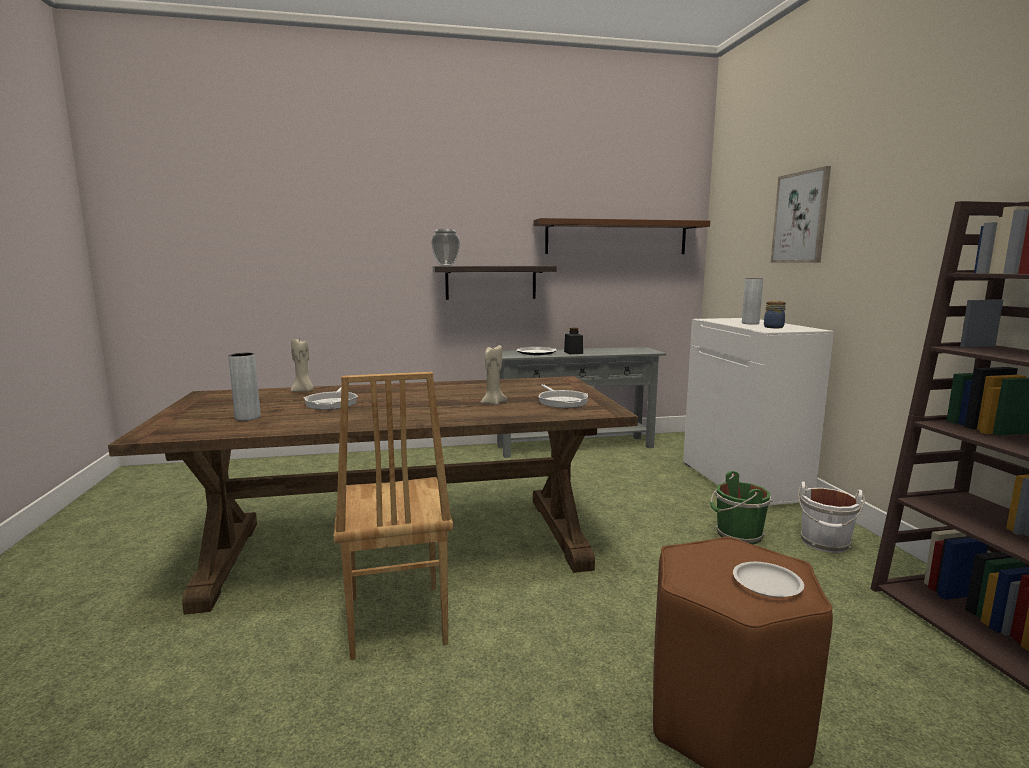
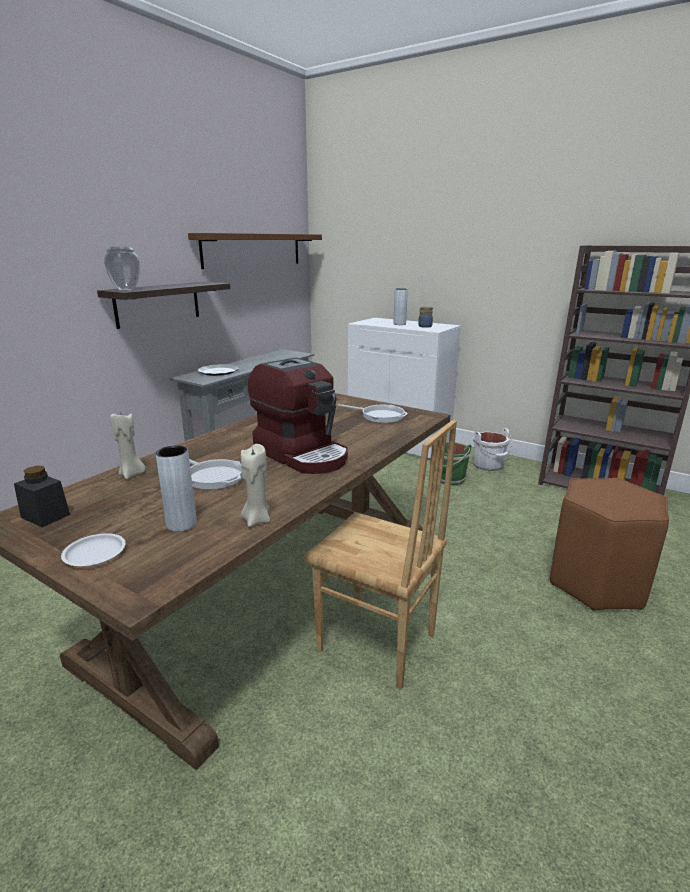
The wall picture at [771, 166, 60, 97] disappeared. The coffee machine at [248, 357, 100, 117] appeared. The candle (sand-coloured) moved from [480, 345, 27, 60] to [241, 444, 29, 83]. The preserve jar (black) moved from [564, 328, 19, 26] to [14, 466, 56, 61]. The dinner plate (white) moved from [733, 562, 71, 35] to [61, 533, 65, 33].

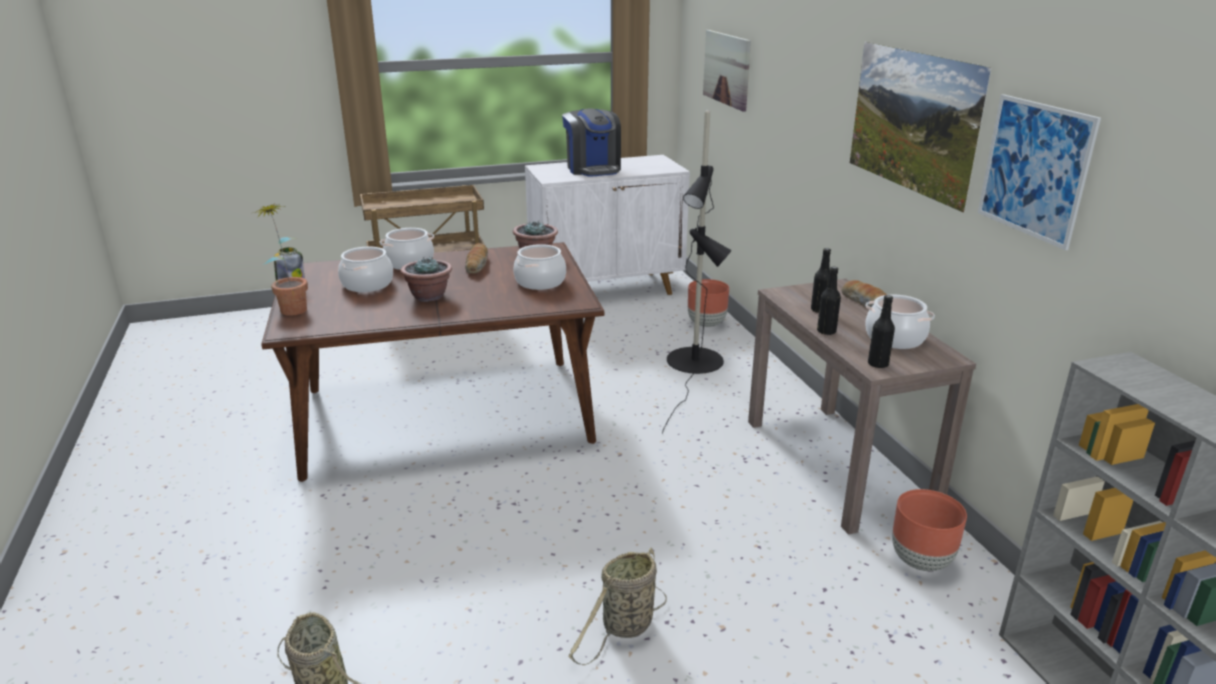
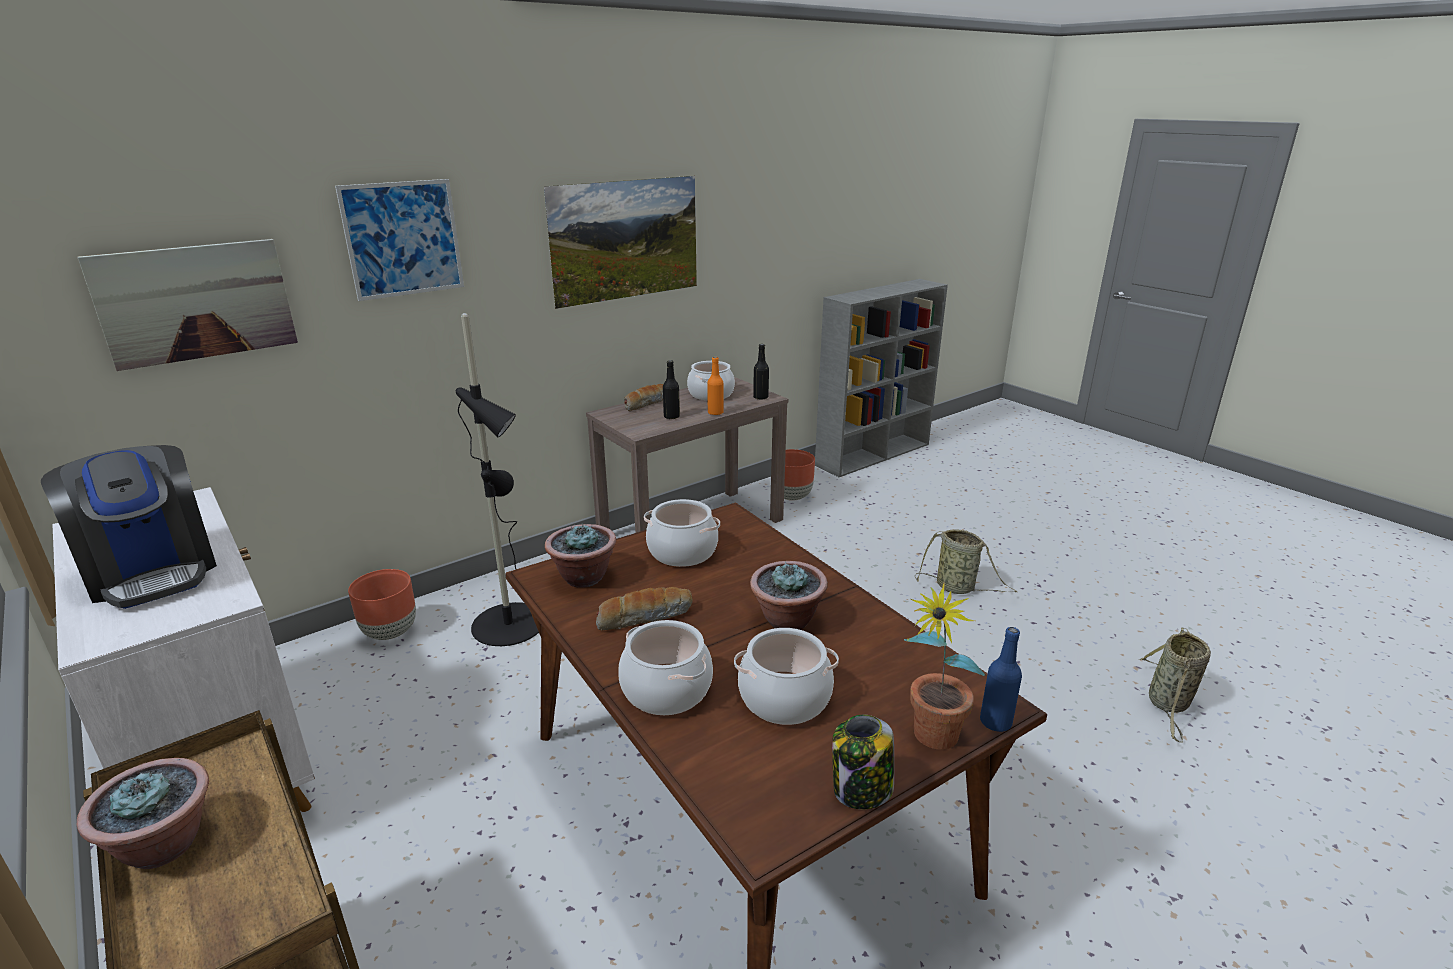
The potted plant at [77, 758, 132, 111] appeared. The drink bottle (blue) at [980, 627, 42, 105] appeared. The wall picture moved from [978, 94, 123, 156] to [335, 179, 129, 122]. The drink bottle (black) at [817, 266, 24, 69] became the drink bottle (orange) at [707, 357, 17, 58]. The coffee machine at [562, 108, 59, 69] turned 90 degrees clockwise.

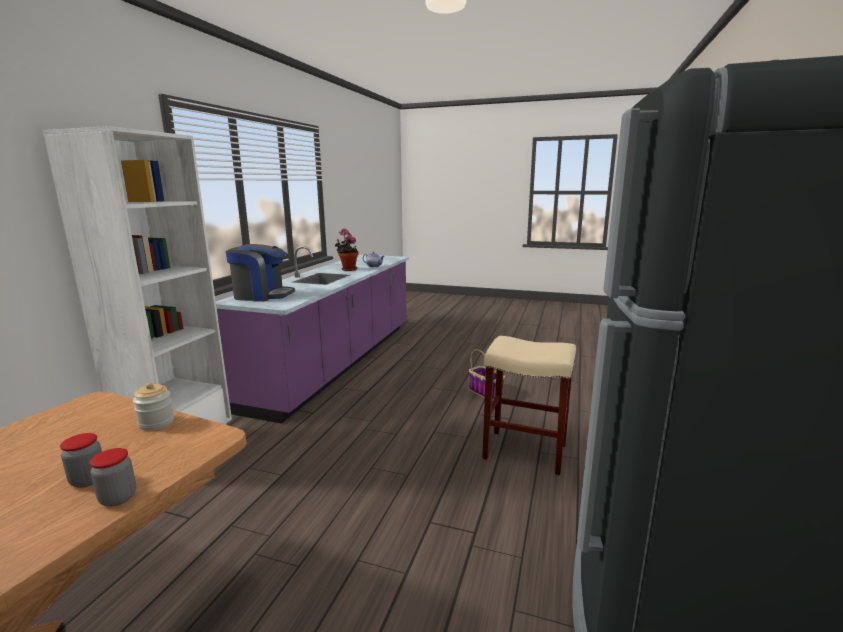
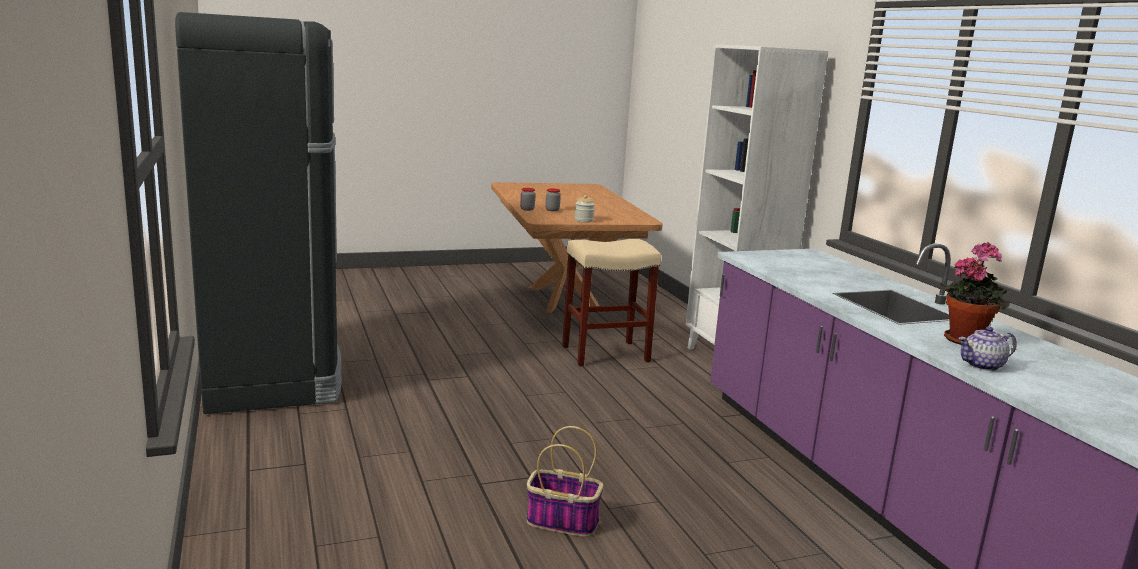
The coffee machine at [226, 244, 69, 58] disappeared. The stool seat (sand-coloured) moved from [482, 336, 94, 139] to [562, 239, 99, 128].

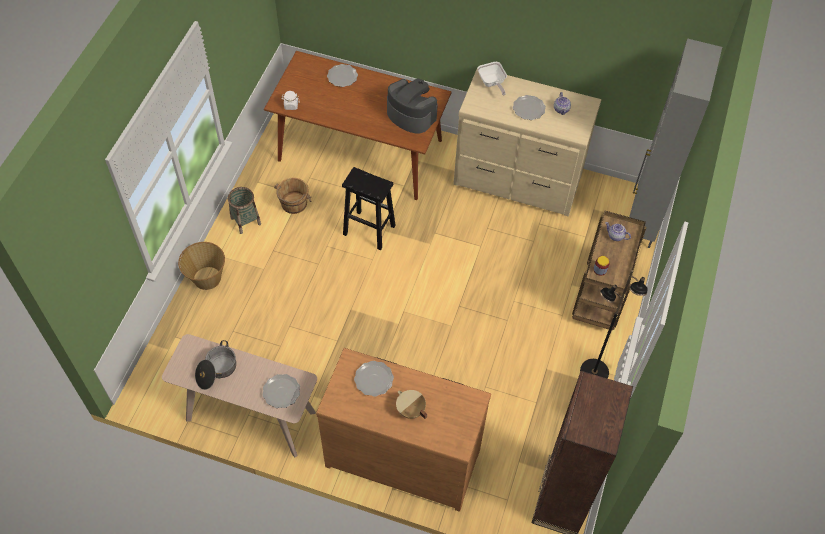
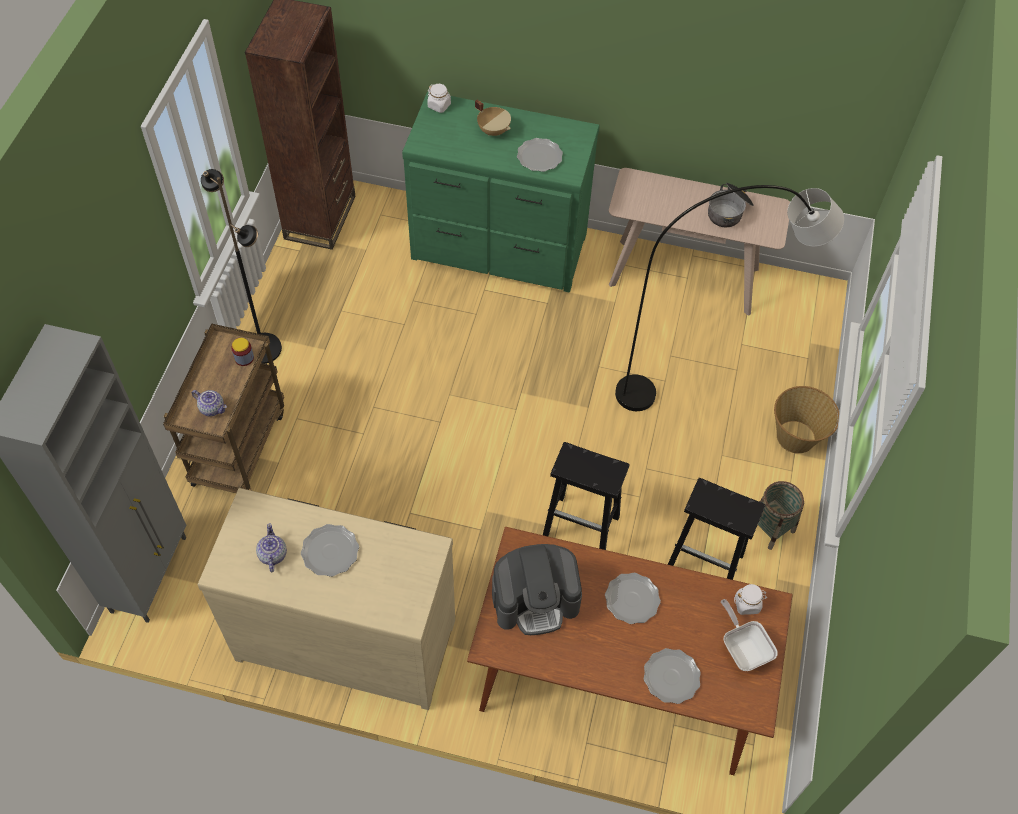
The preserve jar (white) at [427, 84, 24, 29] appeared. The standing lamp (gray) at [615, 185, 229, 226] appeared. The dinner plate moved from [263, 374, 37, 34] to [605, 573, 56, 51]. The pan moved from [477, 62, 30, 34] to [721, 599, 57, 72]. The water bucket (brownish) at [274, 178, 38, 36] was replaced by the stool seat (black) at [668, 478, 97, 102]. The dresser (brownish) at [316, 348, 175, 164] became the dresser (green) at [402, 91, 198, 202]. The coffee machine at [387, 78, 51, 56] turned 45 degrees counterclockwise.

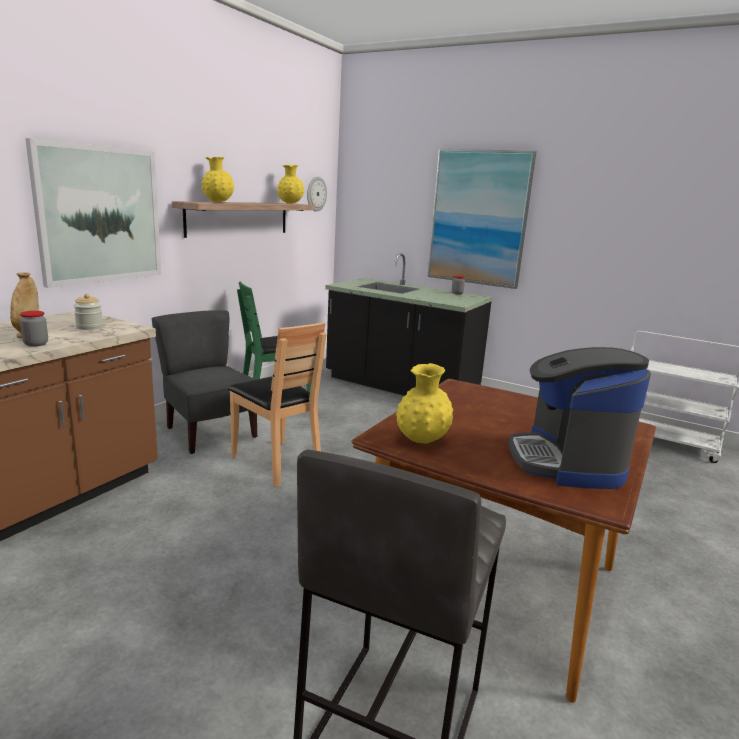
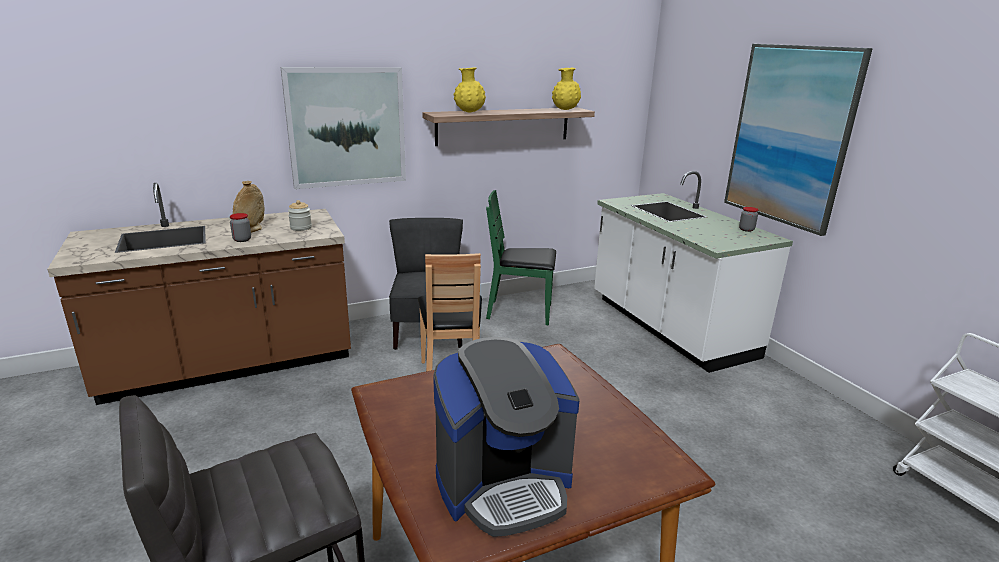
The clock on the wall at [307, 177, 20, 35] disappeared. The flower vase (yellowish) at [396, 363, 57, 80] disappeared. The kitchen base unit (black) at [325, 253, 168, 143] became the kitchen base unit (white) at [594, 171, 199, 202]. The coffee machine at [508, 347, 143, 142] turned 150 degrees counterclockwise.

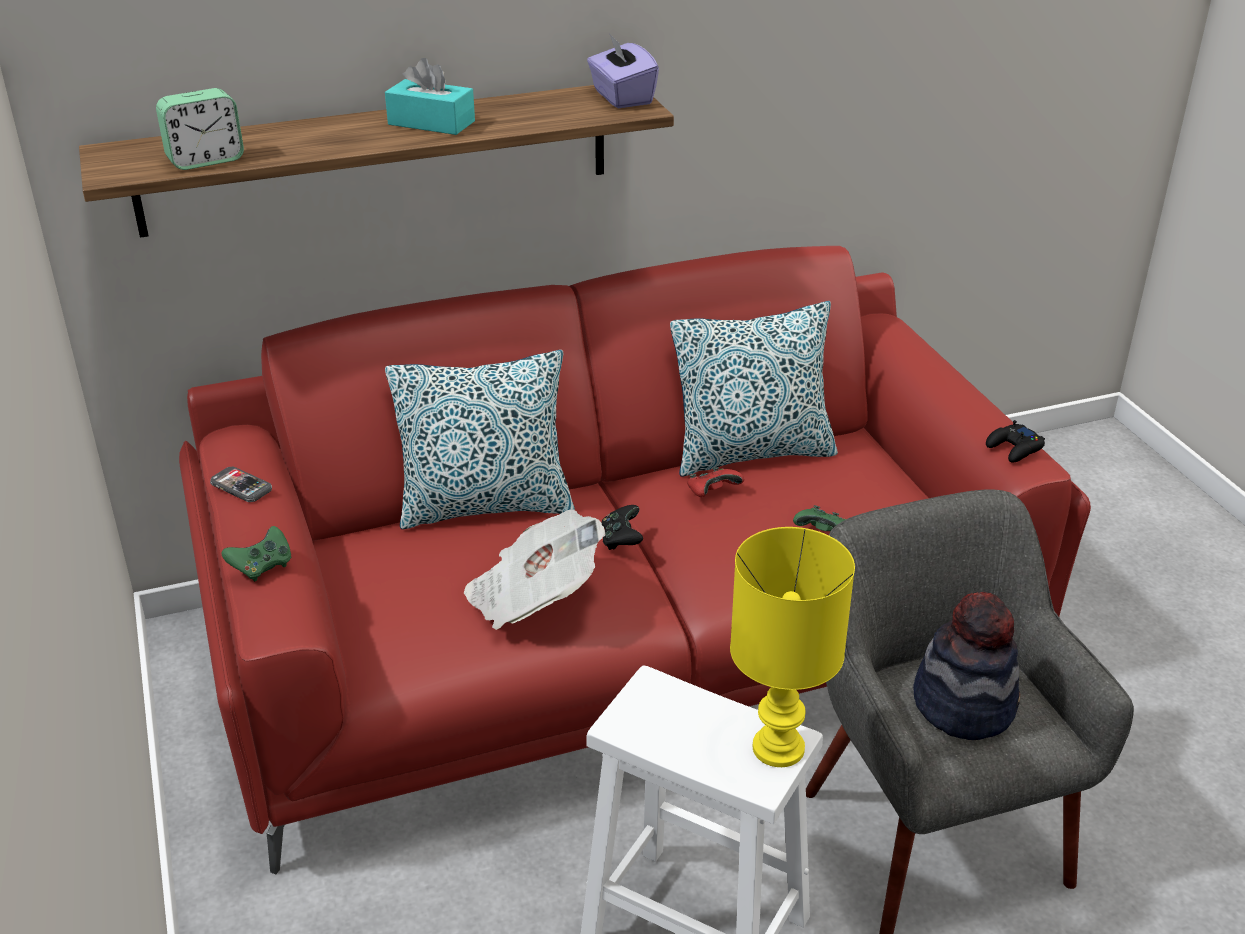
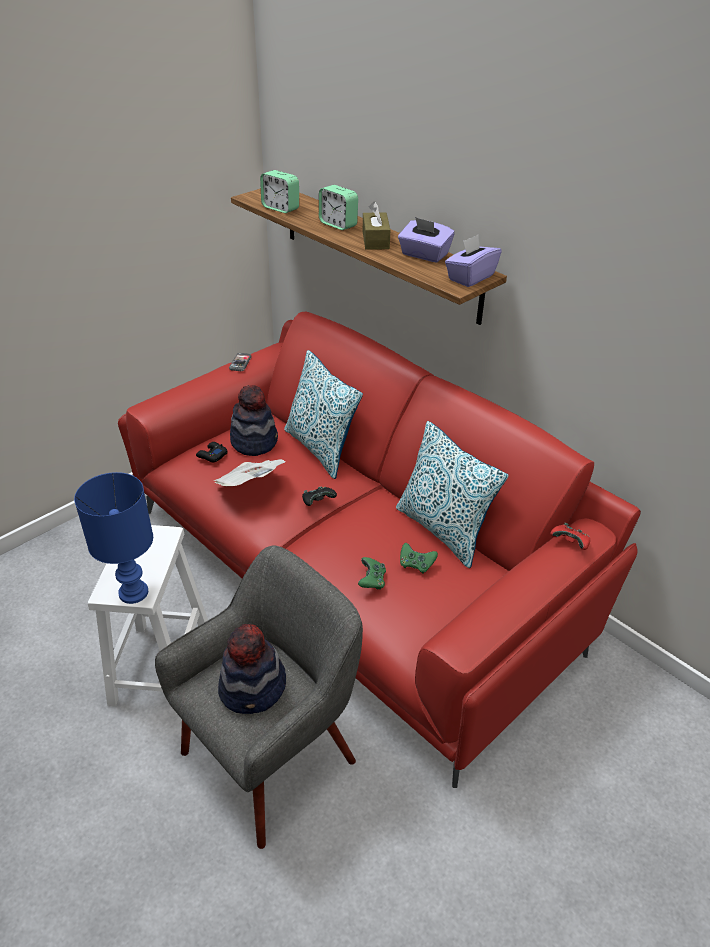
The hat at [230, 385, 48, 71] appeared. The alarm clock at [319, 185, 39, 45] appeared. The tissue box (purple) at [398, 217, 57, 46] appeared. The game controller (green) moved from [221, 526, 70, 56] to [400, 543, 38, 31]. The game controller (red) moved from [687, 467, 57, 30] to [550, 523, 40, 27]. The game controller (black) moved from [986, 420, 59, 43] to [196, 442, 32, 21]. The tissue box (turquoise) at [385, 58, 90, 77] became the tissue box (brownish) at [363, 201, 27, 49]. The table lamp (yellowish) at [730, 527, 125, 240] became the table lamp (blue) at [74, 472, 79, 132].

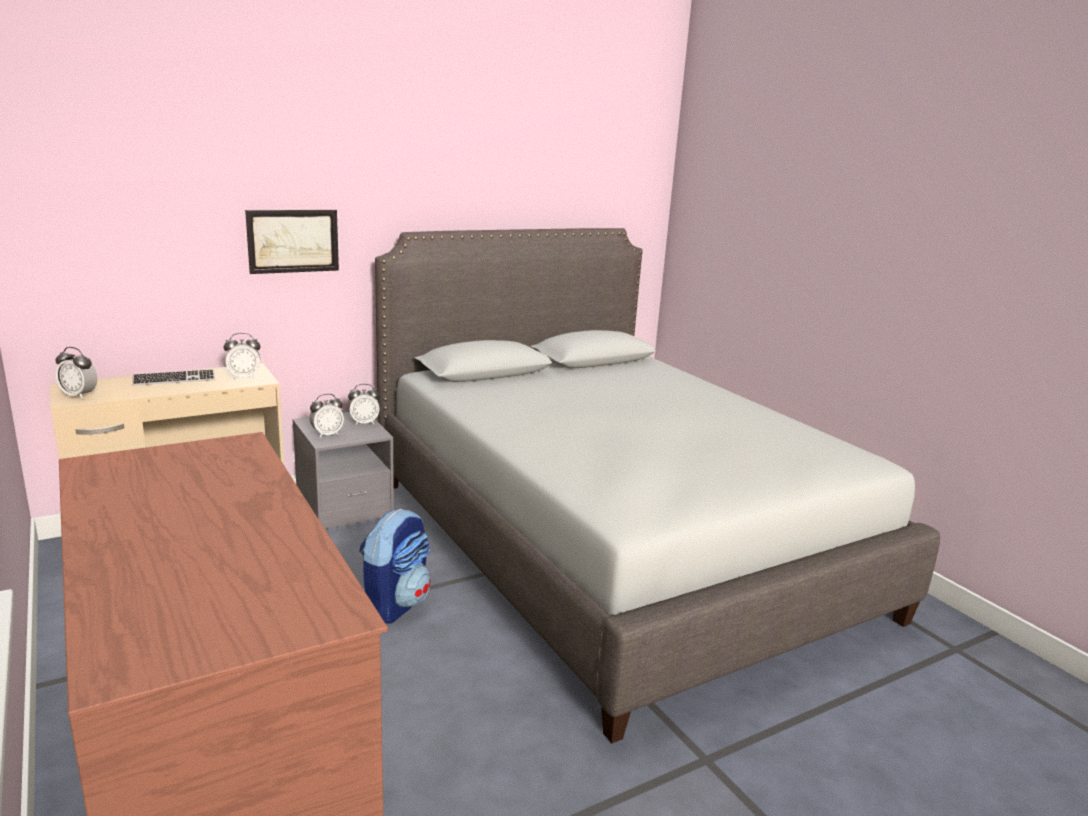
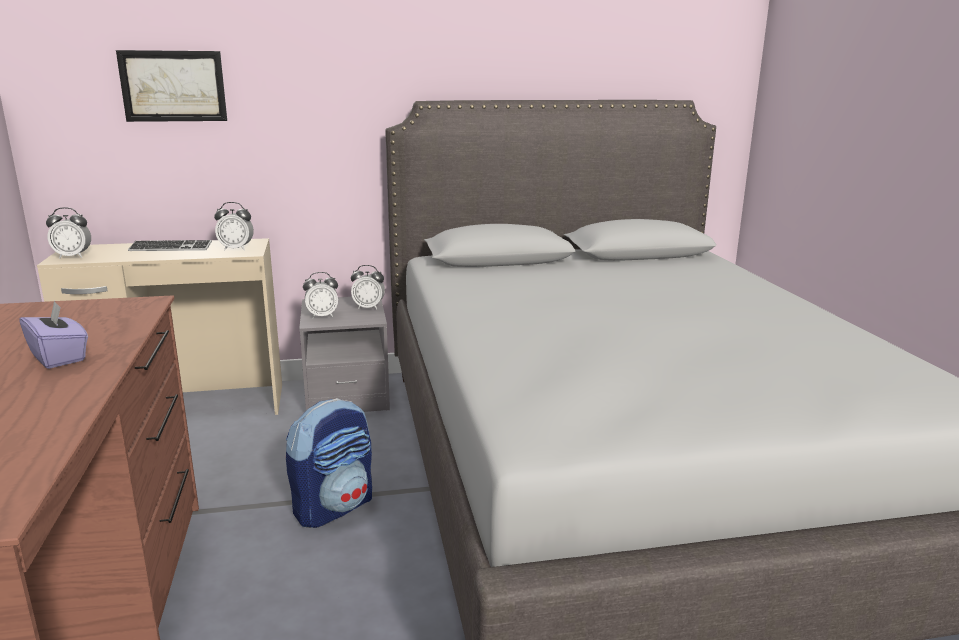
The tissue box (purple) at [19, 300, 69, 69] appeared. The wall picture moved from [245, 210, 94, 64] to [116, 50, 111, 72]. The alarm clock at [55, 347, 42, 52] turned 45 degrees counterclockwise.

